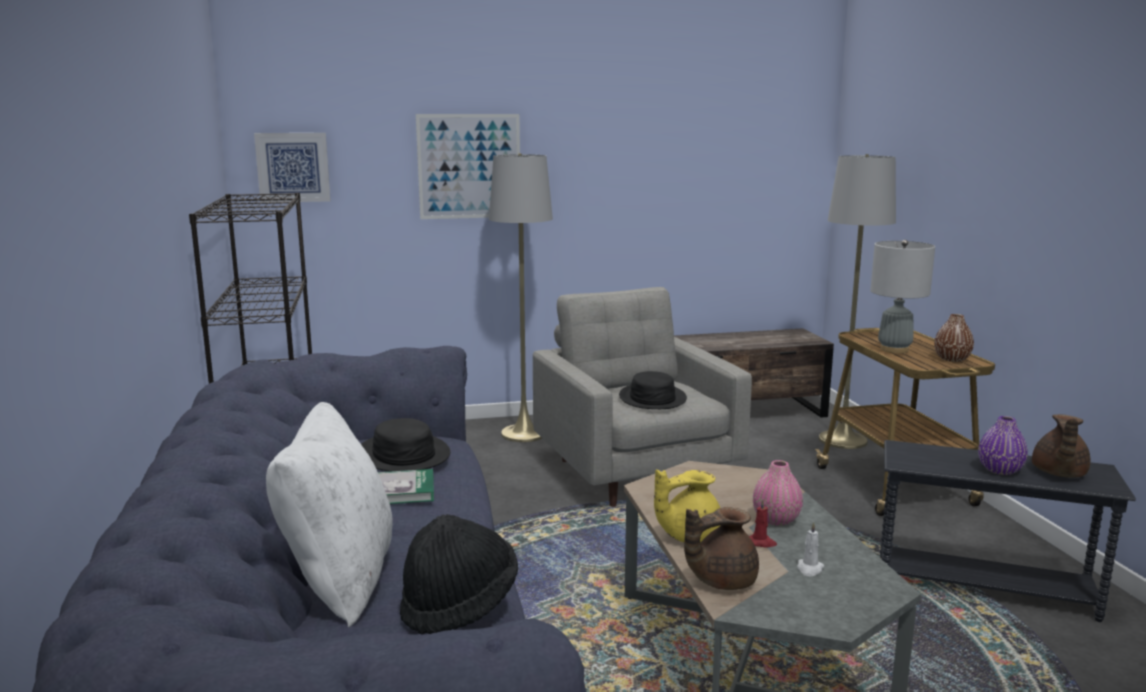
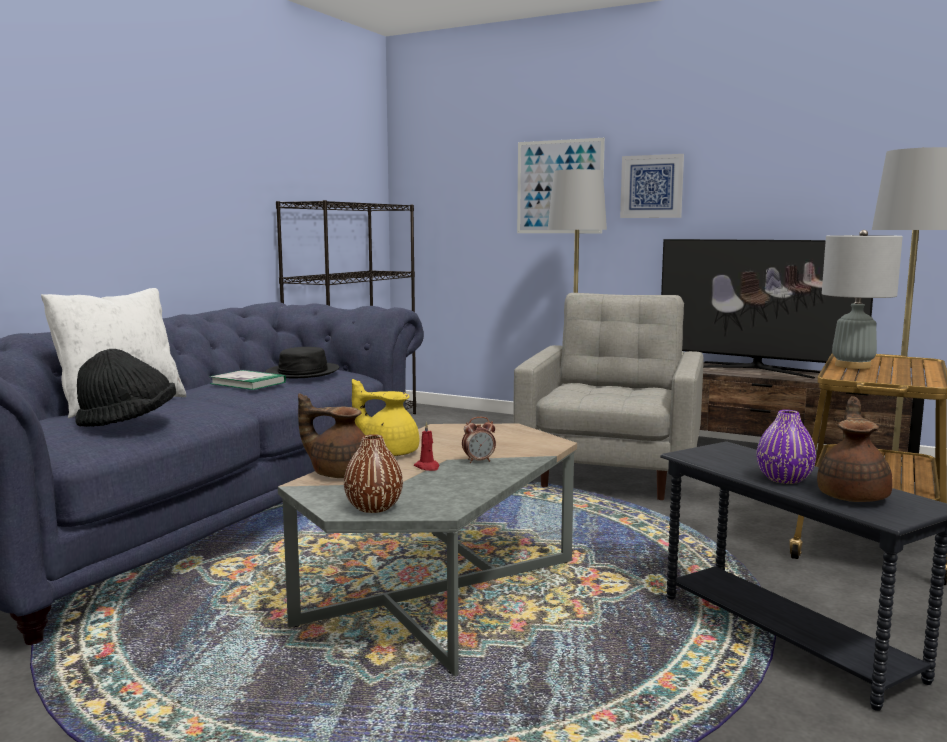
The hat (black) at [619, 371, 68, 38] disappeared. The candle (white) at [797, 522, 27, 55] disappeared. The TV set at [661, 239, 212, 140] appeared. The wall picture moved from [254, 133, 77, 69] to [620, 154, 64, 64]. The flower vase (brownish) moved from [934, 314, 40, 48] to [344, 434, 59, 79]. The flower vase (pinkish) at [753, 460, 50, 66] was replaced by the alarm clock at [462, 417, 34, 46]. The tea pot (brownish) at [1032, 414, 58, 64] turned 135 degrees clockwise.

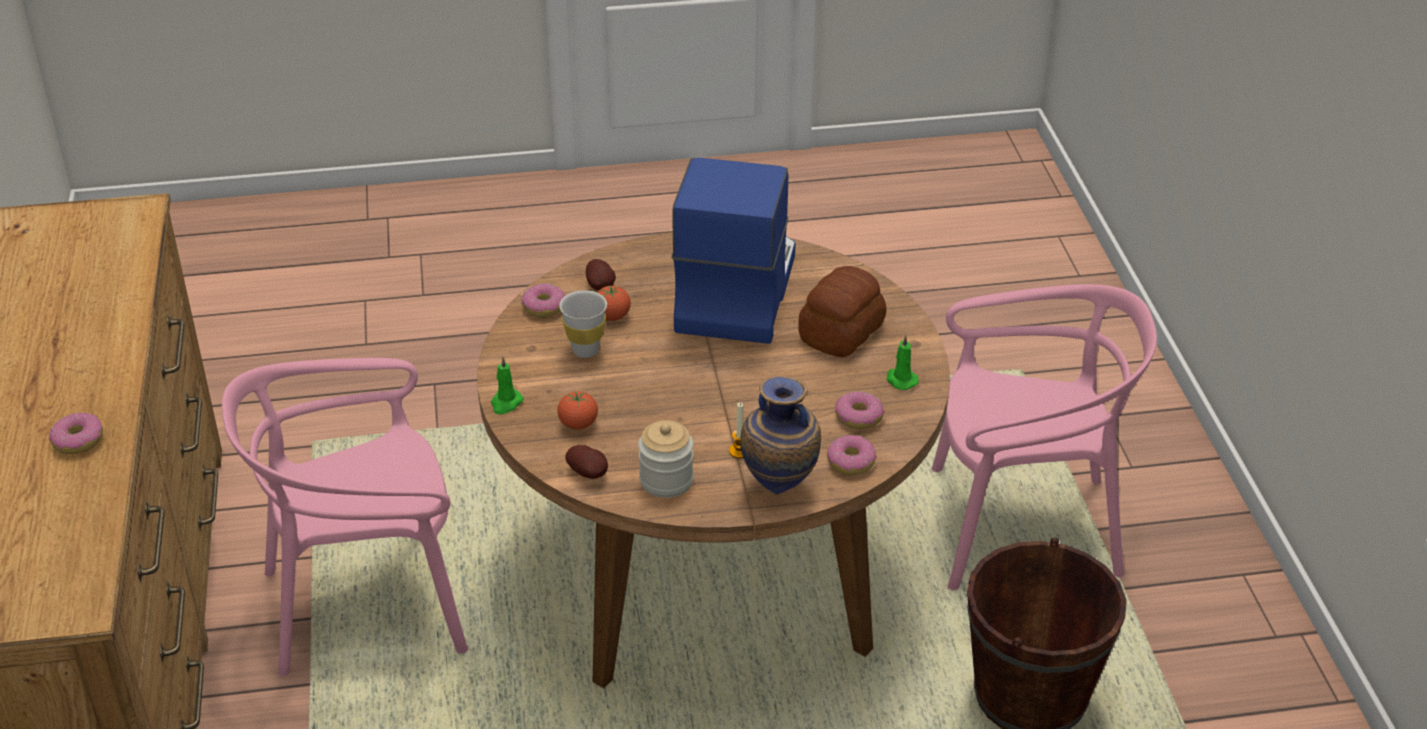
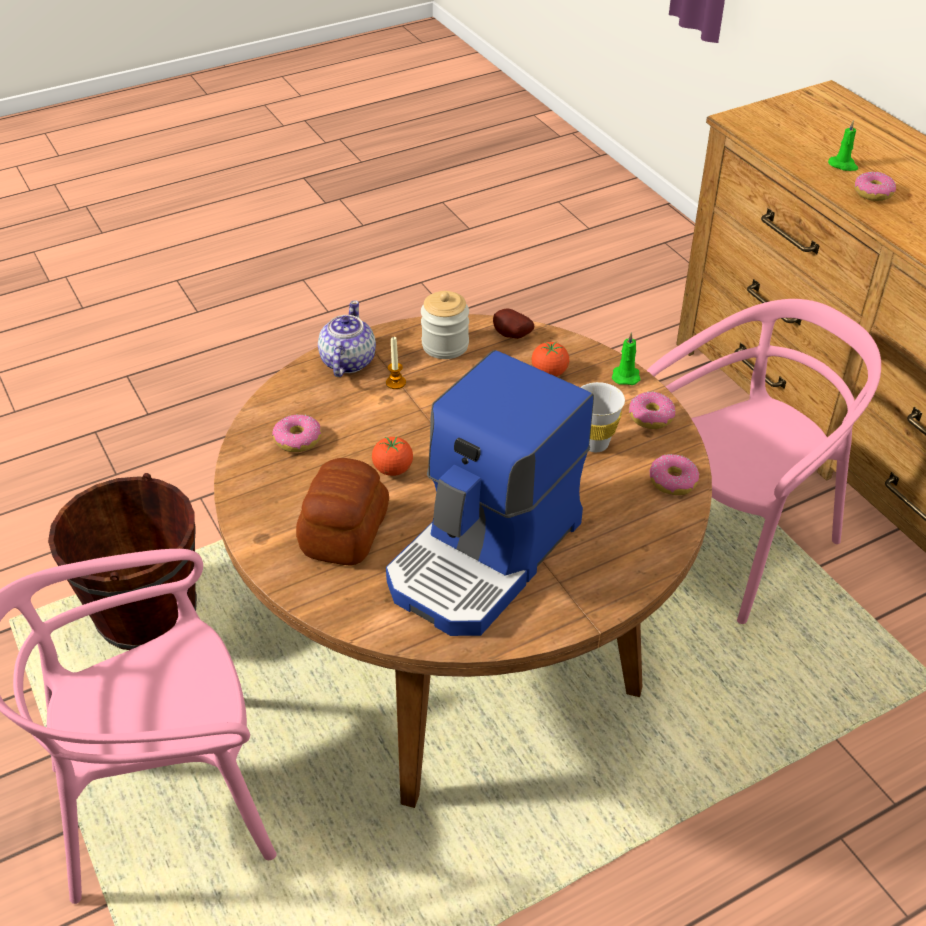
The whole potato at [586, 259, 30, 32] disappeared. The fresh tomato moved from [597, 285, 34, 36] to [372, 437, 41, 39]. The doughnut moved from [827, 435, 50, 40] to [629, 391, 46, 38]. The candle (green) moved from [886, 335, 33, 55] to [828, 120, 30, 51]. The flower vase at [740, 376, 81, 119] was replaced by the tea pot at [318, 300, 58, 77]. The coffee machine at [672, 158, 124, 186] turned 45 degrees clockwise.

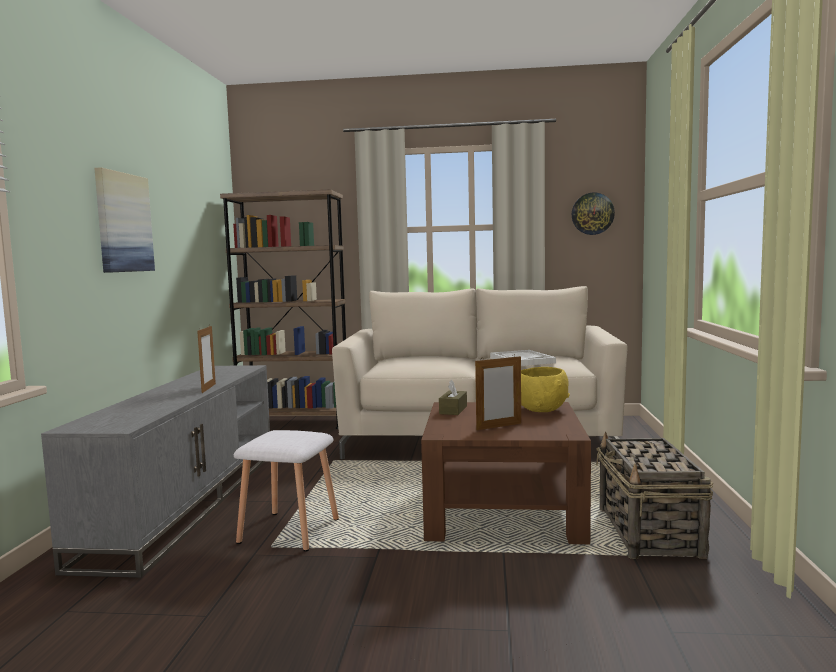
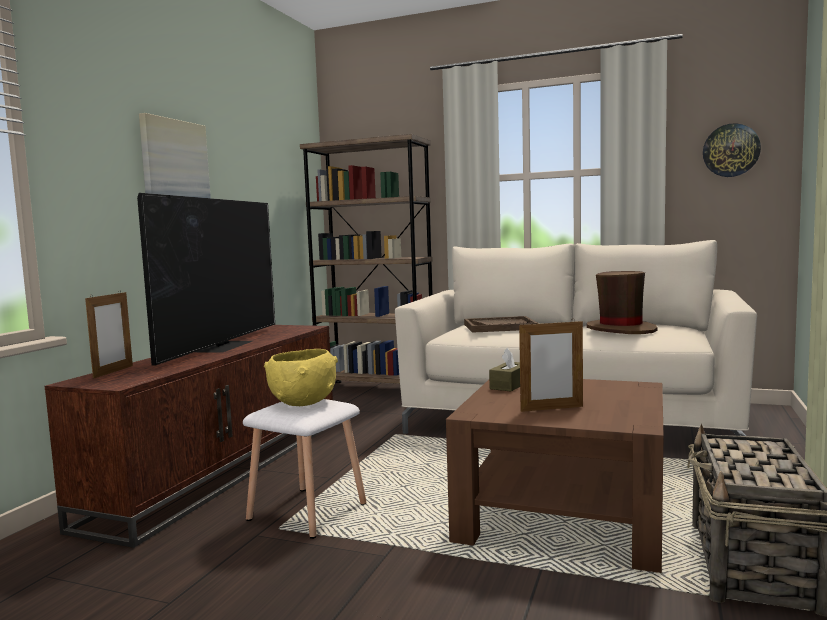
The TV set at [137, 193, 138, 173] appeared. The carrying tray (brownish) at [464, 316, 75, 17] appeared. The standing frame moved from [197, 326, 19, 67] to [85, 290, 48, 89]. The serving bowl (yellowish) moved from [521, 367, 49, 45] to [264, 349, 74, 57]. The carrying tray (white) at [490, 350, 66, 16] was replaced by the hat (brownish) at [587, 271, 70, 63]. The media console (gray) at [41, 365, 229, 213] became the media console (brownish) at [45, 325, 288, 223].

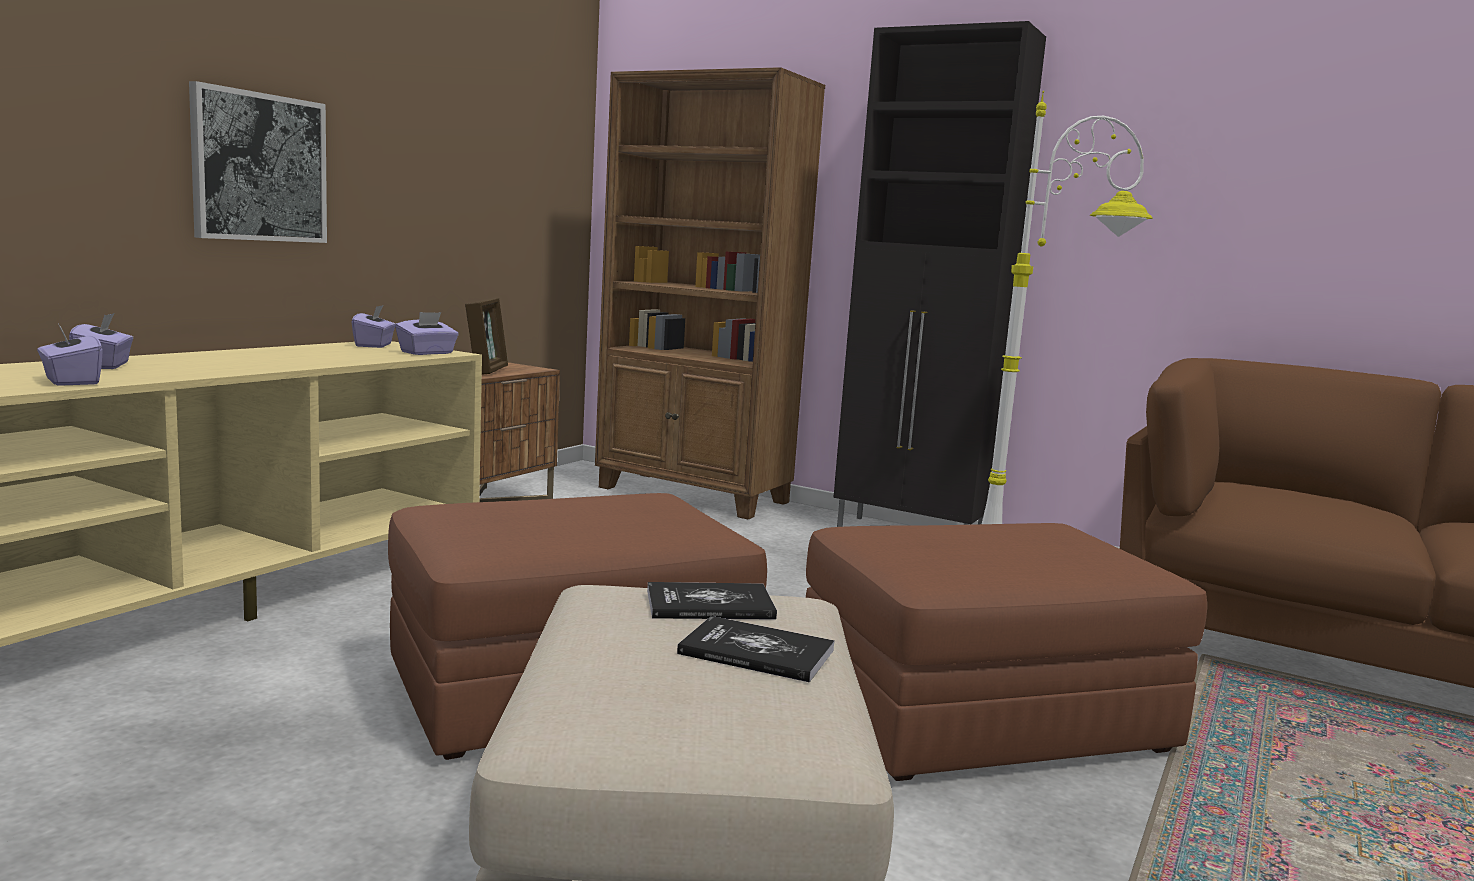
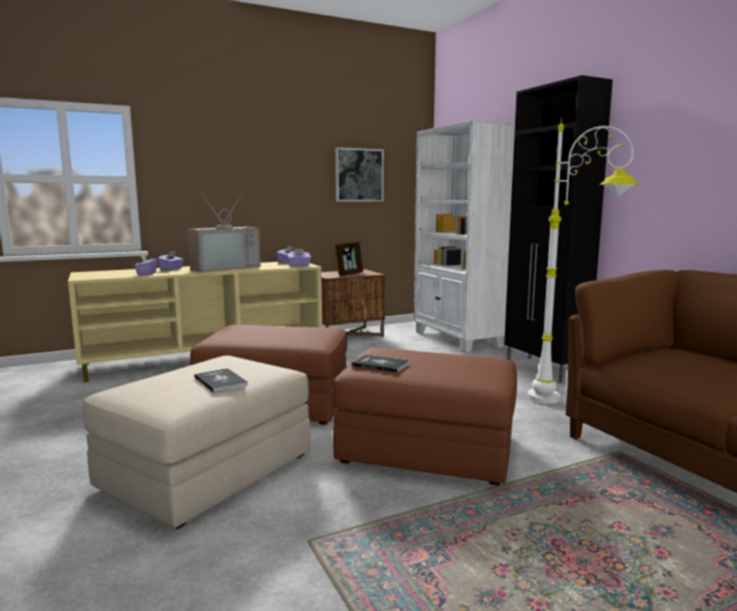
The TV set at [188, 194, 73, 78] appeared. The wall picture moved from [189, 81, 138, 162] to [335, 147, 49, 54]. The volume moved from [647, 582, 130, 38] to [352, 355, 58, 18]. The bookcase (brownish) at [595, 67, 230, 452] became the bookcase (white) at [414, 120, 101, 233].

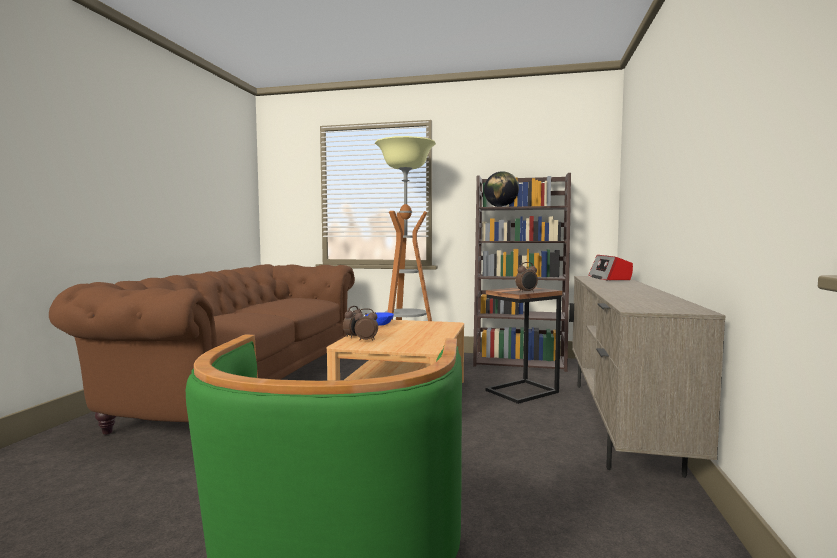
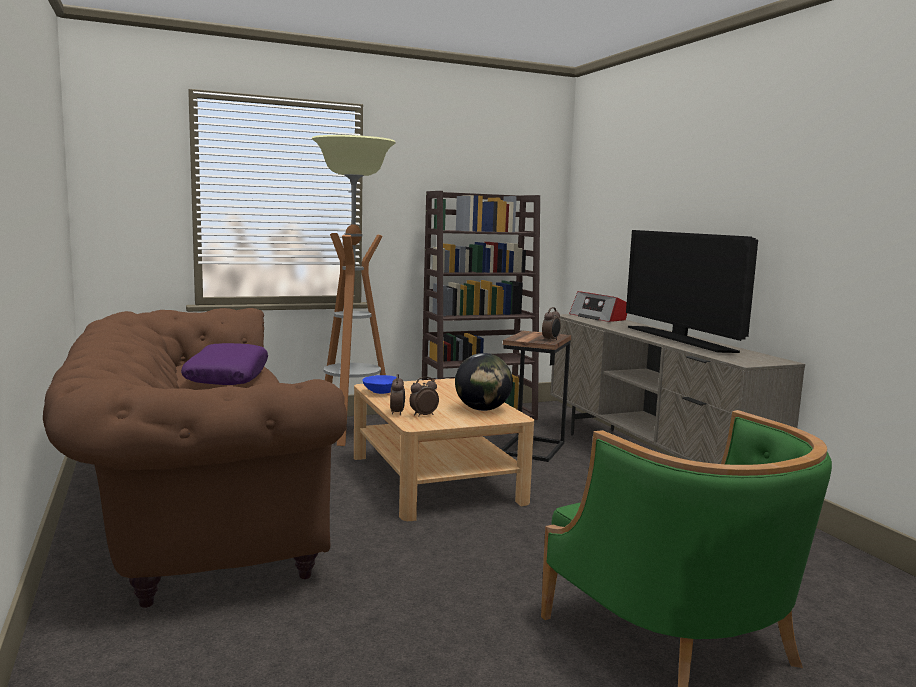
The pillow (purple) at [181, 343, 87, 42] appeared. The TV set at [626, 230, 132, 123] appeared. The globe moved from [484, 171, 35, 36] to [455, 353, 58, 58].

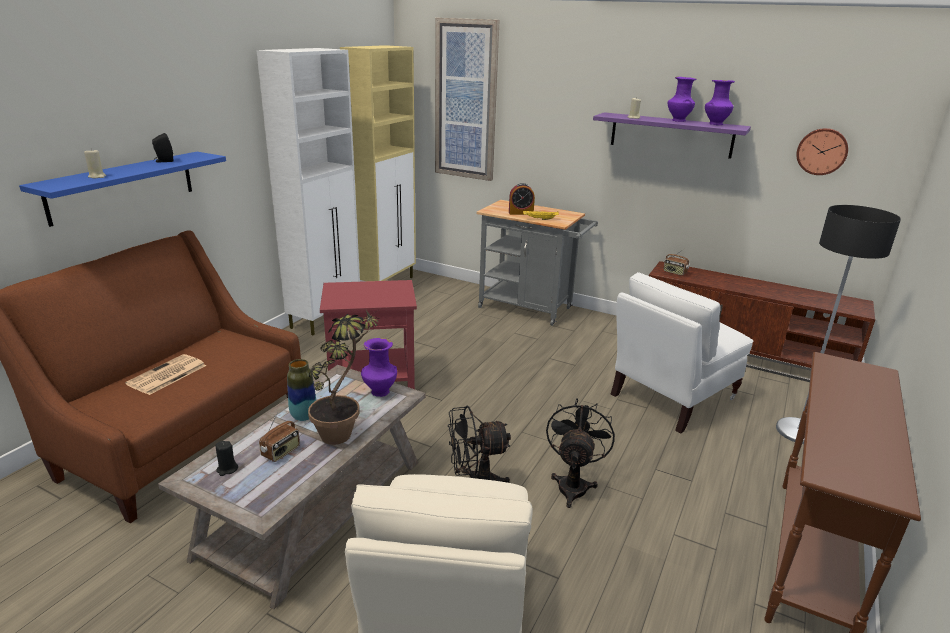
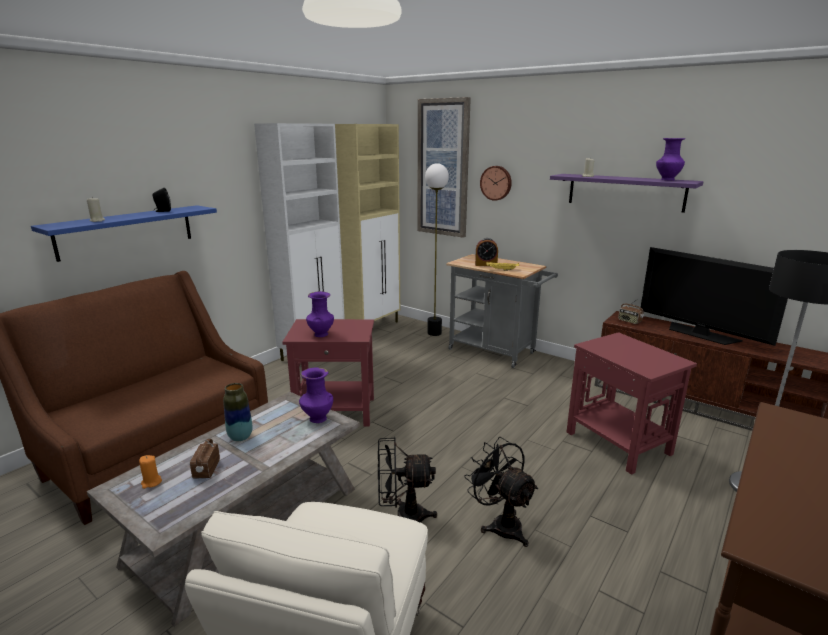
The printed paper at [125, 354, 81, 41] disappeared. The potted plant at [308, 306, 75, 139] disappeared. The standing lamp at [425, 163, 24, 173] appeared. The TV set at [640, 247, 148, 99] appeared. The flower vase (purple) moved from [668, 77, 29, 45] to [306, 291, 28, 46]. The clock on the wall moved from [797, 128, 51, 47] to [480, 166, 32, 35]. The armchair (white) at [611, 272, 142, 161] was replaced by the accent table (red) at [567, 332, 130, 143]. The candle (black) at [216, 441, 22, 35] became the candle (orange) at [139, 455, 23, 34]. The radio set at [259, 412, 41, 50] turned 135 degrees clockwise. The fan (black) at [546, 398, 69, 110] turned 60 degrees counterclockwise.

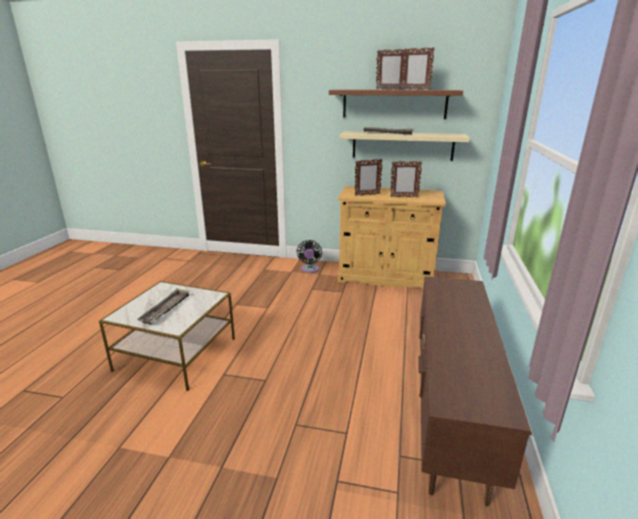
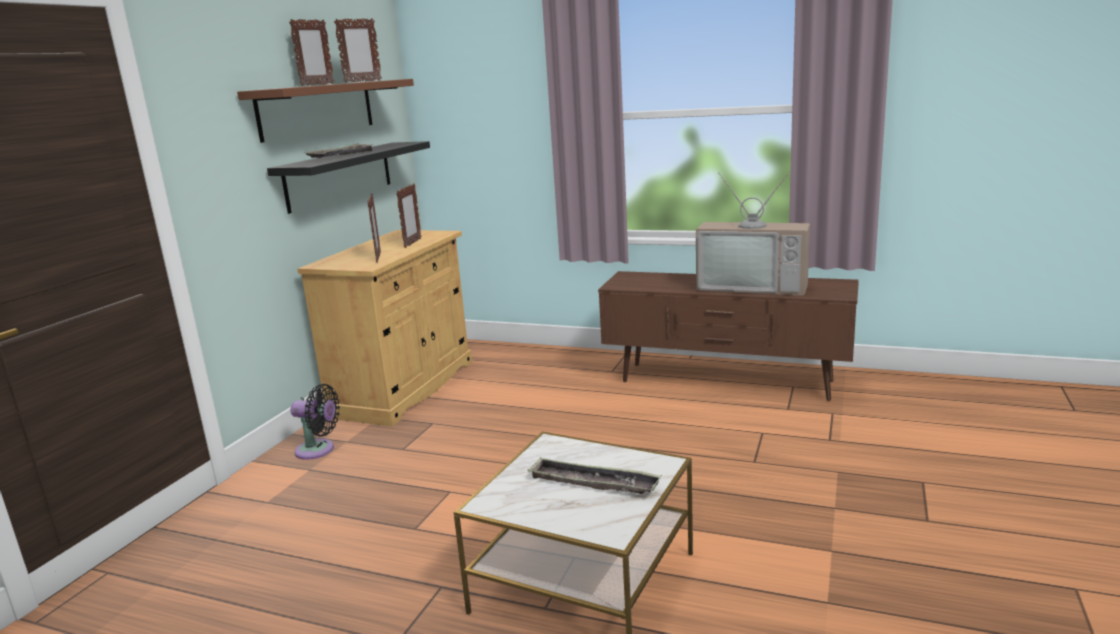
The TV set at [696, 171, 114, 124] appeared. The wall shelf (sand-coloured) at [339, 131, 131, 30] became the wall shelf (black) at [267, 141, 163, 73].

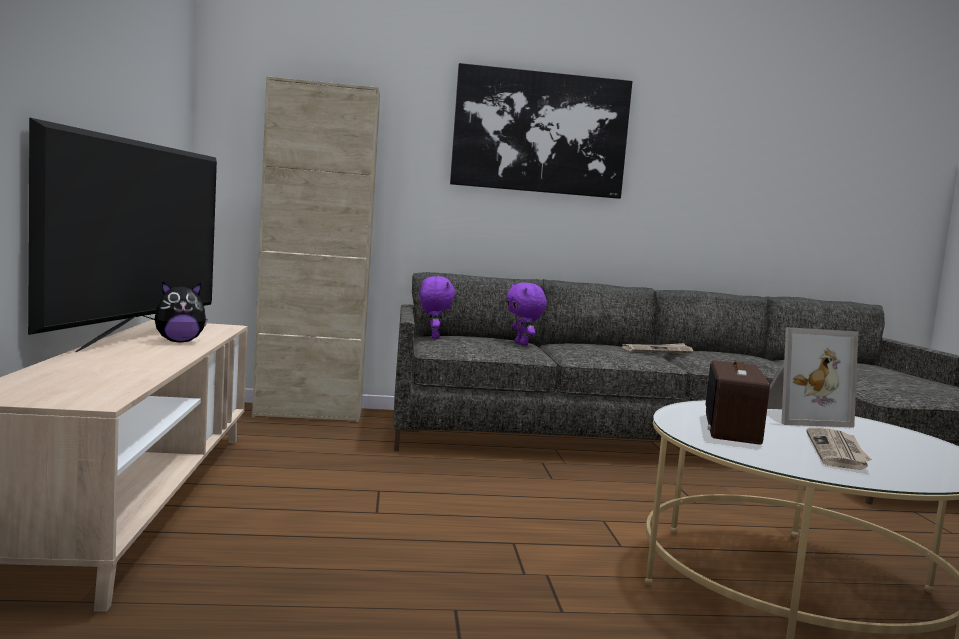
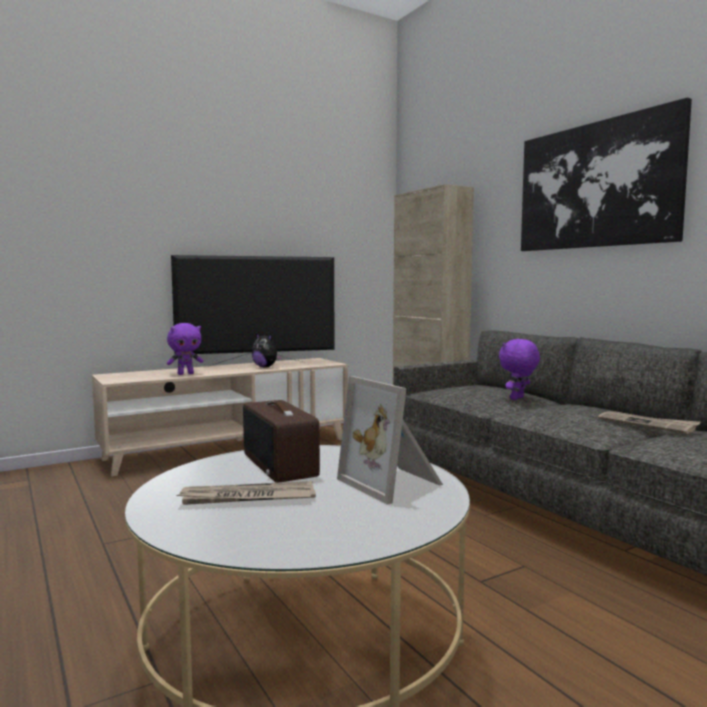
The plush toy (purple) moved from [420, 276, 36, 63] to [167, 323, 36, 52]. The radio set at [706, 360, 64, 84] turned 105 degrees counterclockwise.

